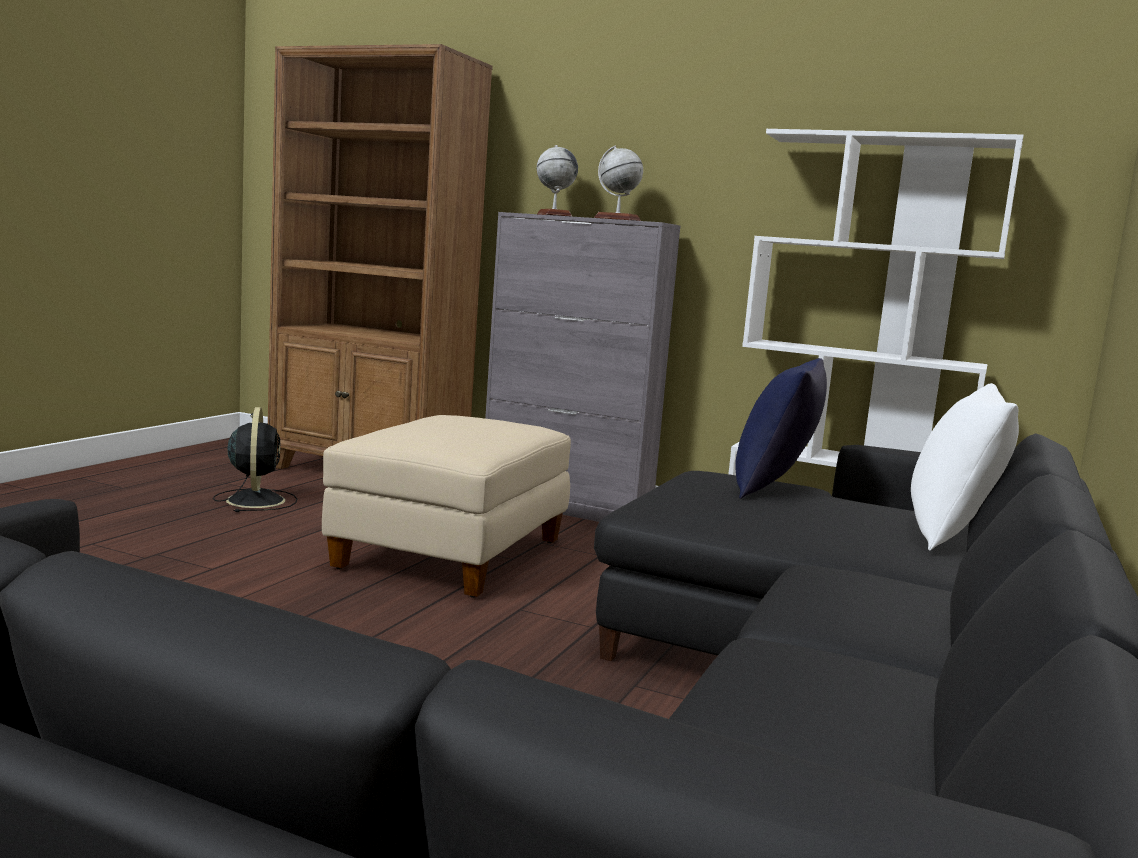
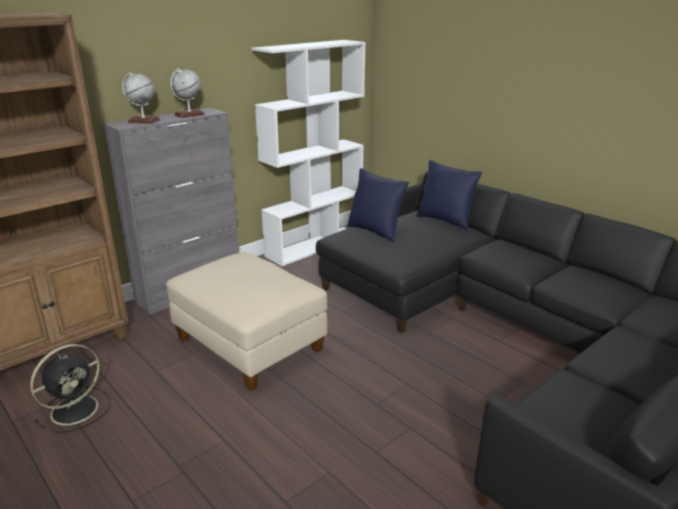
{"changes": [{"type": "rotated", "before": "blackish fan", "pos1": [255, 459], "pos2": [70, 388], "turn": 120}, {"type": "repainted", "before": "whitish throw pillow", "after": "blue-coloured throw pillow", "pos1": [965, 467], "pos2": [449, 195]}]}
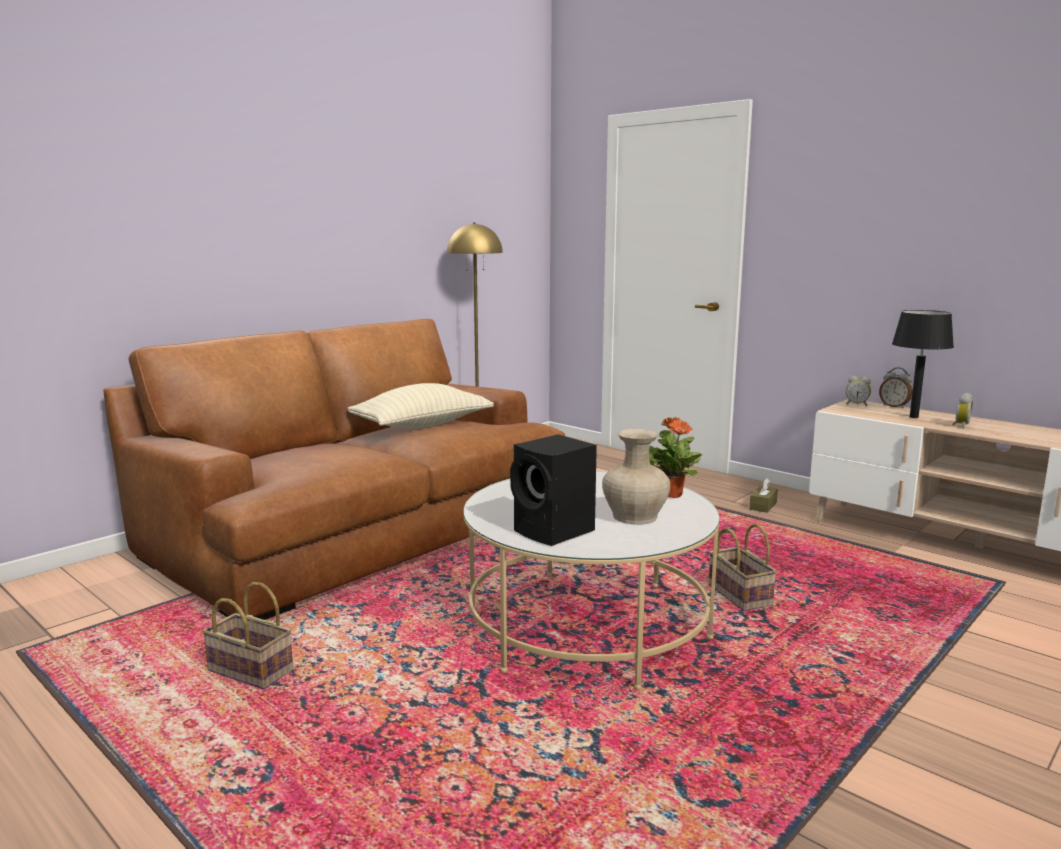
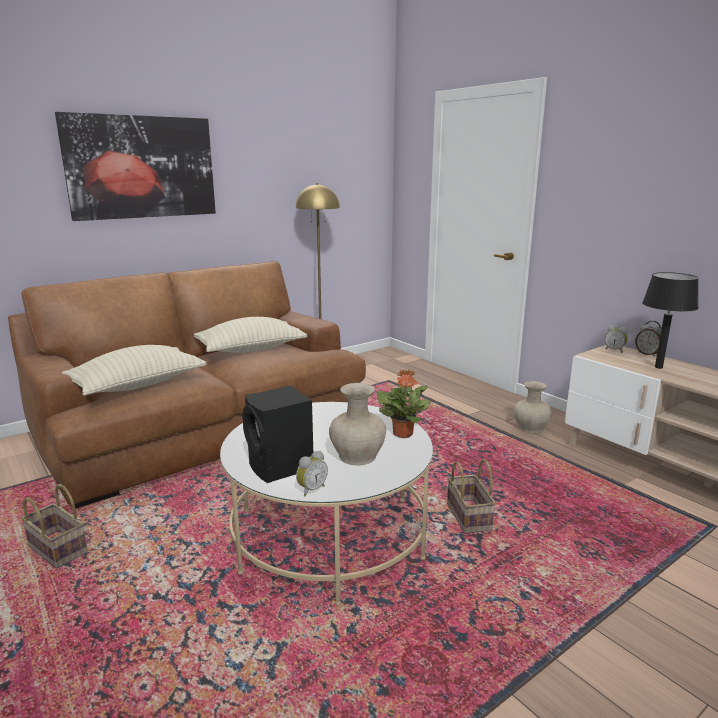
{"changes": [{"type": "new", "after": "wall picture", "pos2": [135, 166]}, {"type": "new", "after": "beige-coloured throw pillow", "pos2": [134, 370]}, {"type": "shifted", "before": "bedside clock", "pos1": [962, 411], "pos2": [312, 474]}, {"type": "swapped", "before": "brown-coloured tissue holder", "after": "beige-coloured vase", "pos1": [763, 496], "pos2": [533, 407]}]}
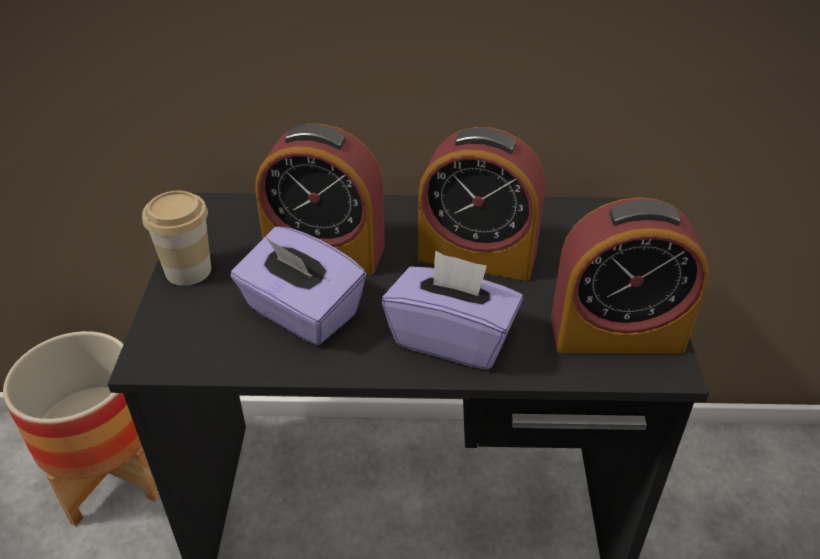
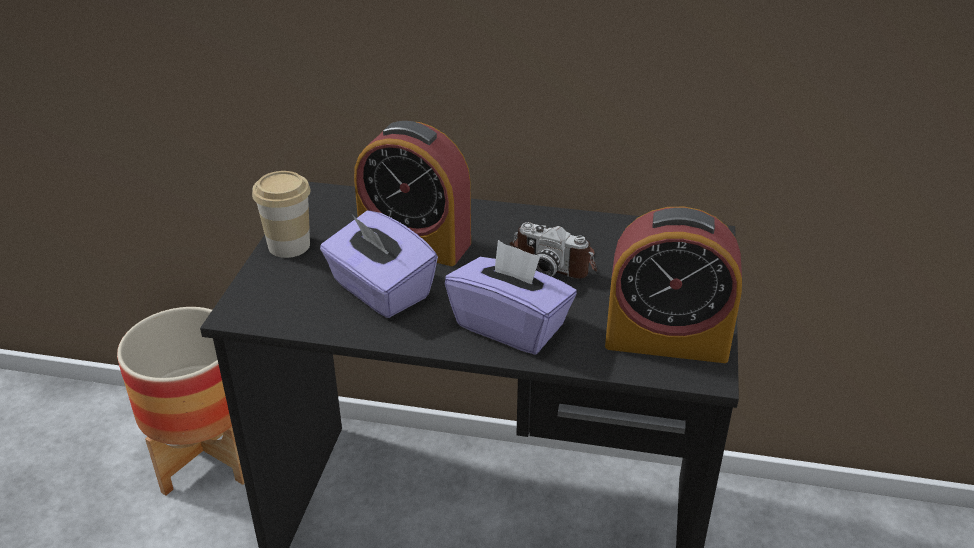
{"changes": [{"type": "swapped", "before": "bedside clock", "after": "still camera", "pos1": [481, 204], "pos2": [553, 250]}]}
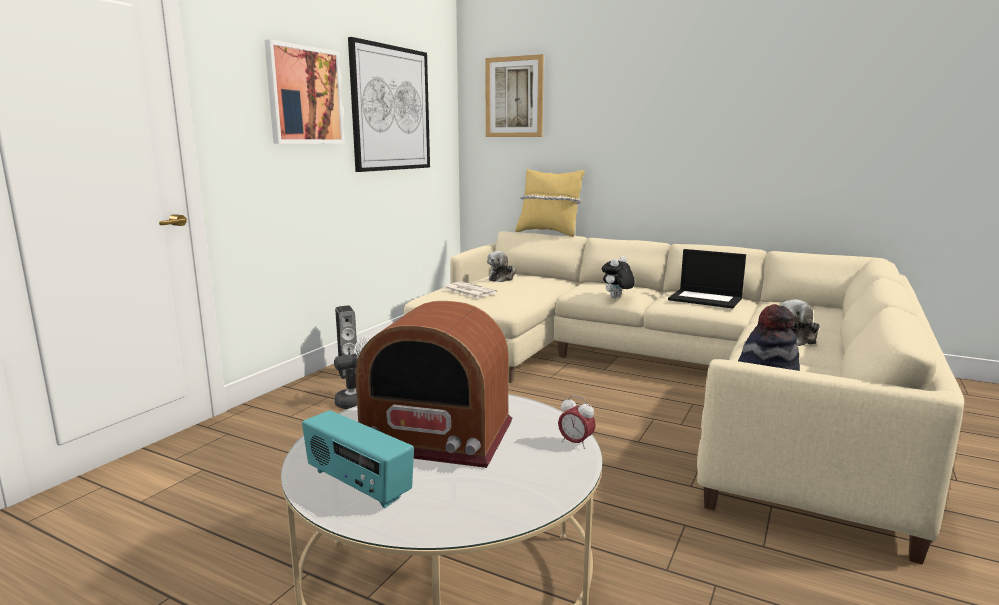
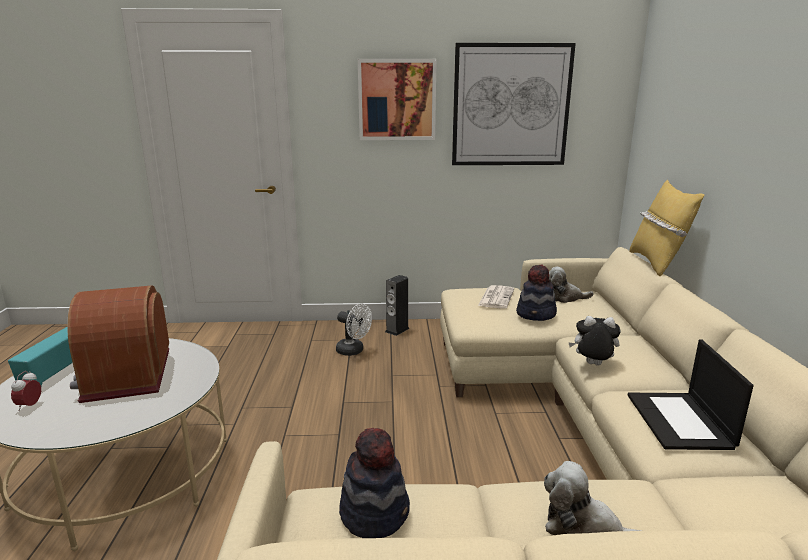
{"changes": [{"type": "shifted", "before": "bedside clock", "pos1": [577, 422], "pos2": [26, 391]}, {"type": "new", "after": "hat", "pos2": [536, 293]}, {"type": "gone", "before": "wall picture", "pos1": [514, 95]}]}
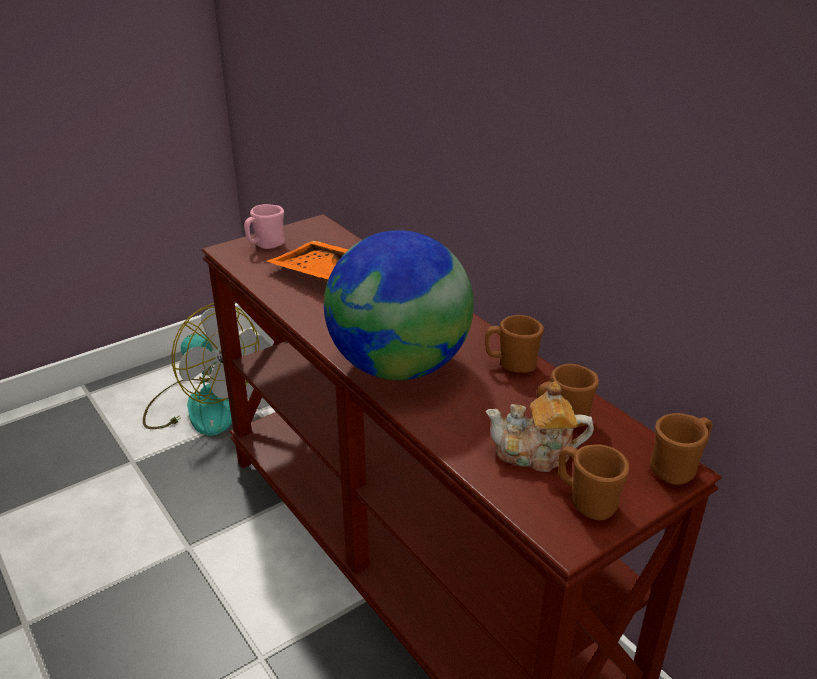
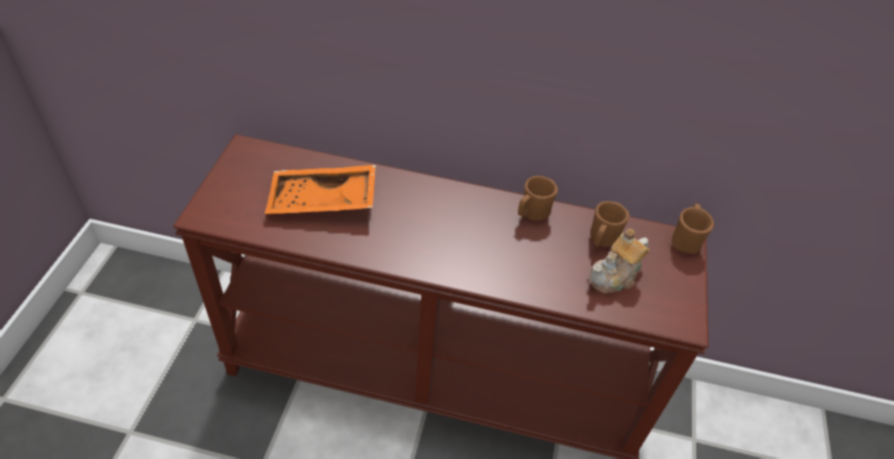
{"changes": [{"type": "gone", "before": "fan", "pos1": [201, 369]}, {"type": "gone", "before": "pink mug", "pos1": [264, 226]}, {"type": "gone", "before": "desk globe", "pos1": [399, 305]}, {"type": "gone", "before": "brown-coloured mug", "pos1": [593, 482]}]}
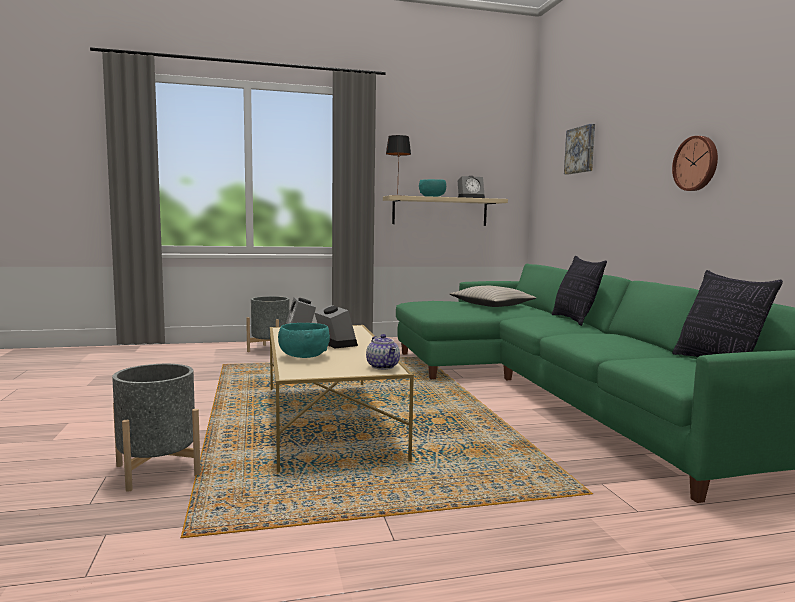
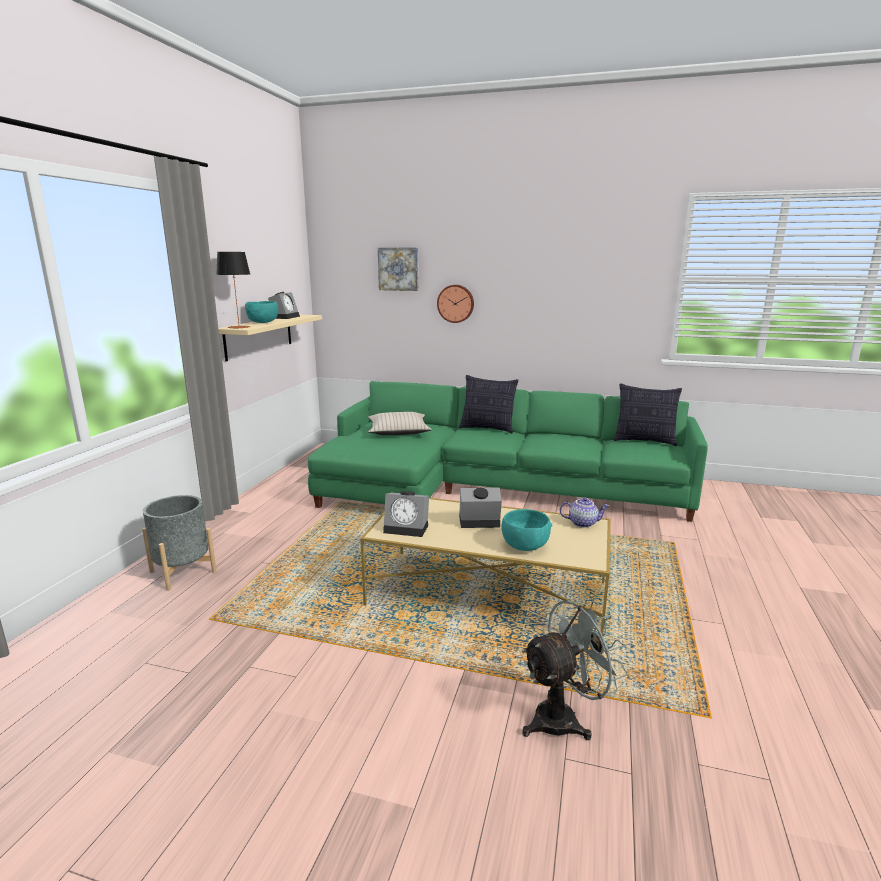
{"changes": [{"type": "shifted", "before": "hanging clock", "pos1": [695, 163], "pos2": [455, 304]}, {"type": "swapped", "before": "grey planter", "after": "grey fan", "pos1": [156, 428], "pos2": [575, 669]}]}
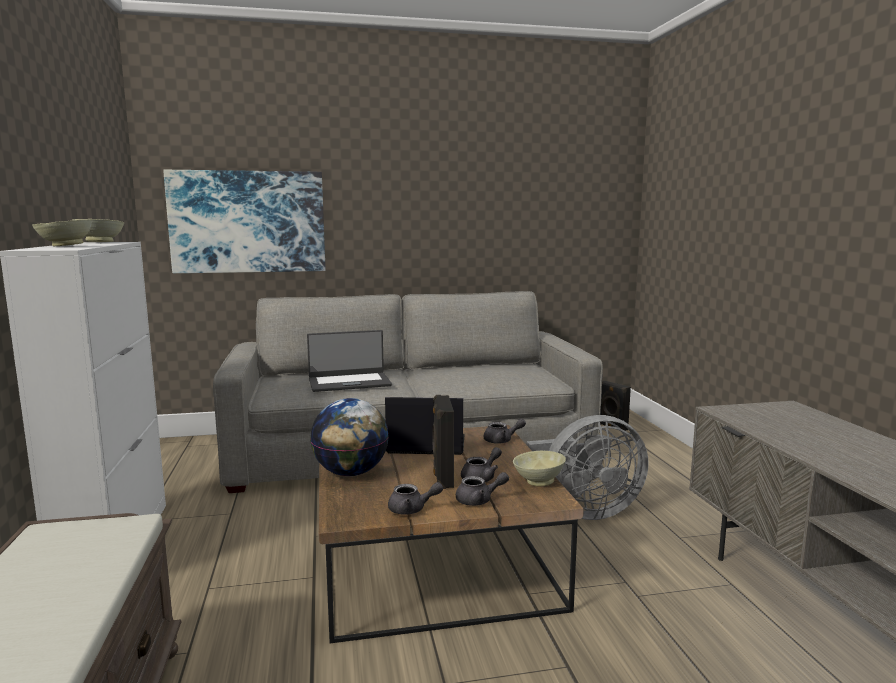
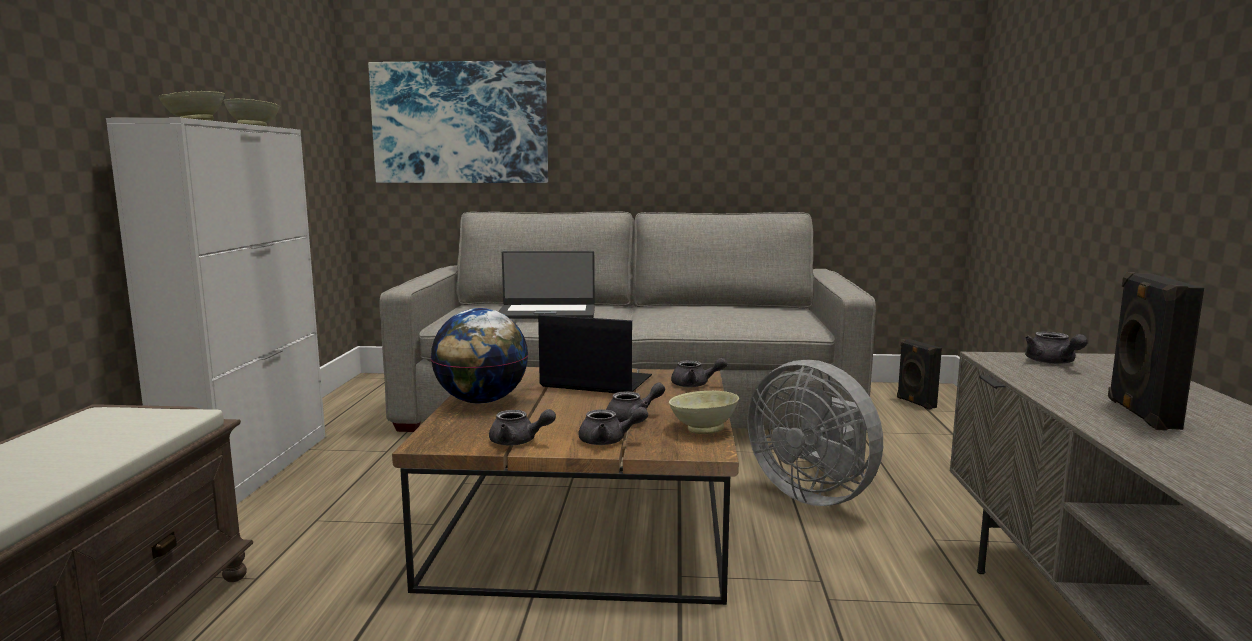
{"changes": [{"type": "rotated", "before": "grey fan", "pos1": [587, 467], "pos2": [815, 433], "turn": 45}, {"type": "new", "after": "grey teapot", "pos2": [1056, 347]}, {"type": "shifted", "before": "blackish speaker", "pos1": [443, 442], "pos2": [1156, 351]}]}
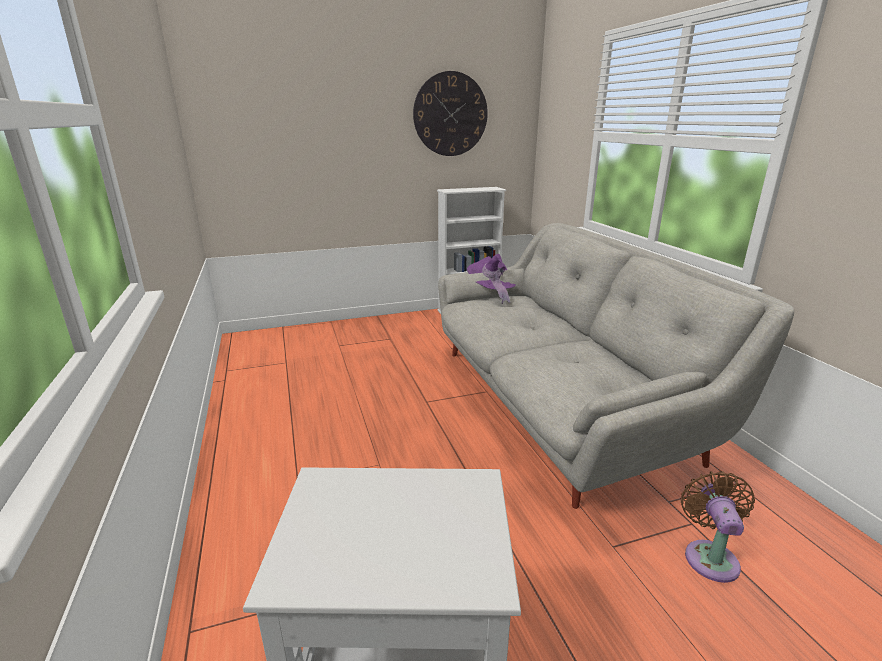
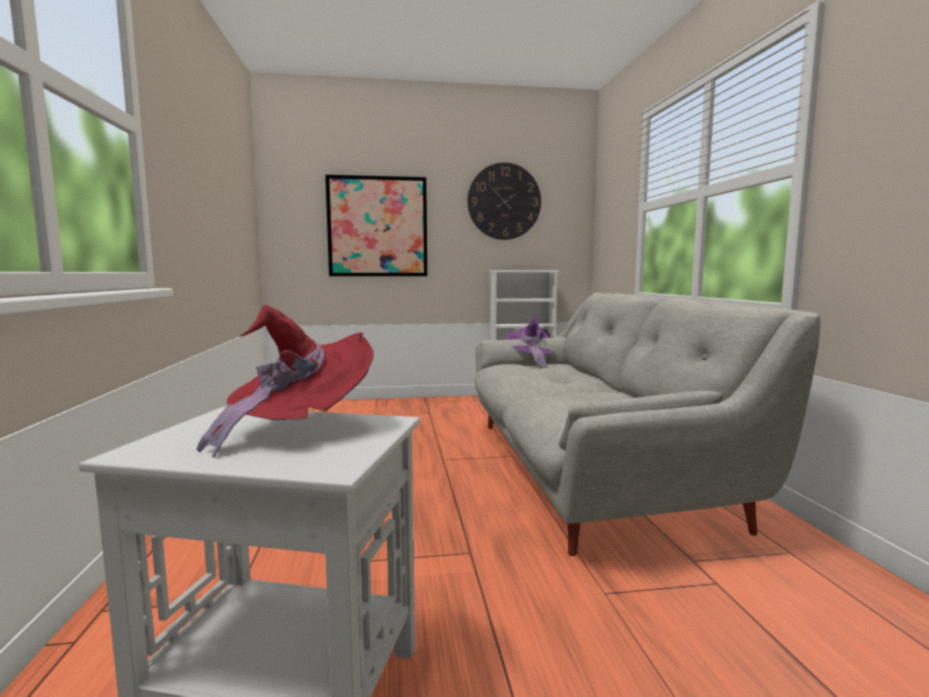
{"changes": [{"type": "new", "after": "red-coloured hat", "pos2": [285, 381]}, {"type": "new", "after": "wall picture", "pos2": [376, 225]}, {"type": "gone", "before": "brown-coloured fan", "pos1": [718, 527]}]}
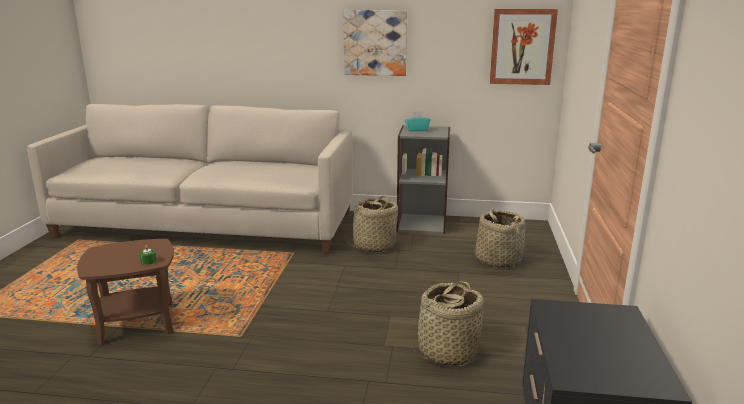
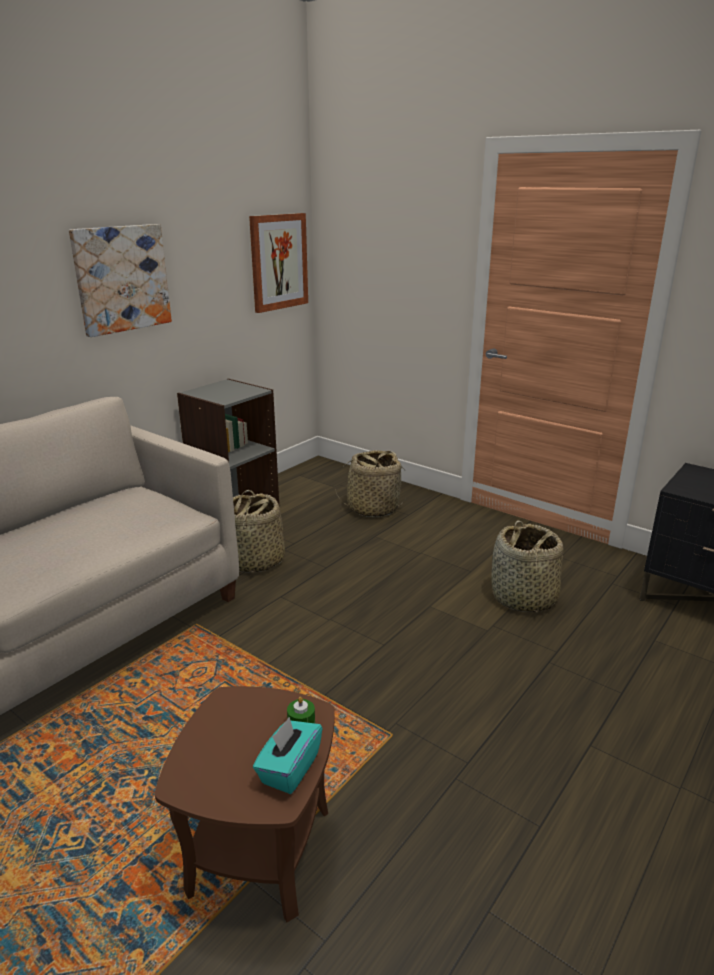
{"changes": [{"type": "shifted", "before": "turquoise-coloured tissue holder", "pos1": [417, 121], "pos2": [288, 755]}]}
